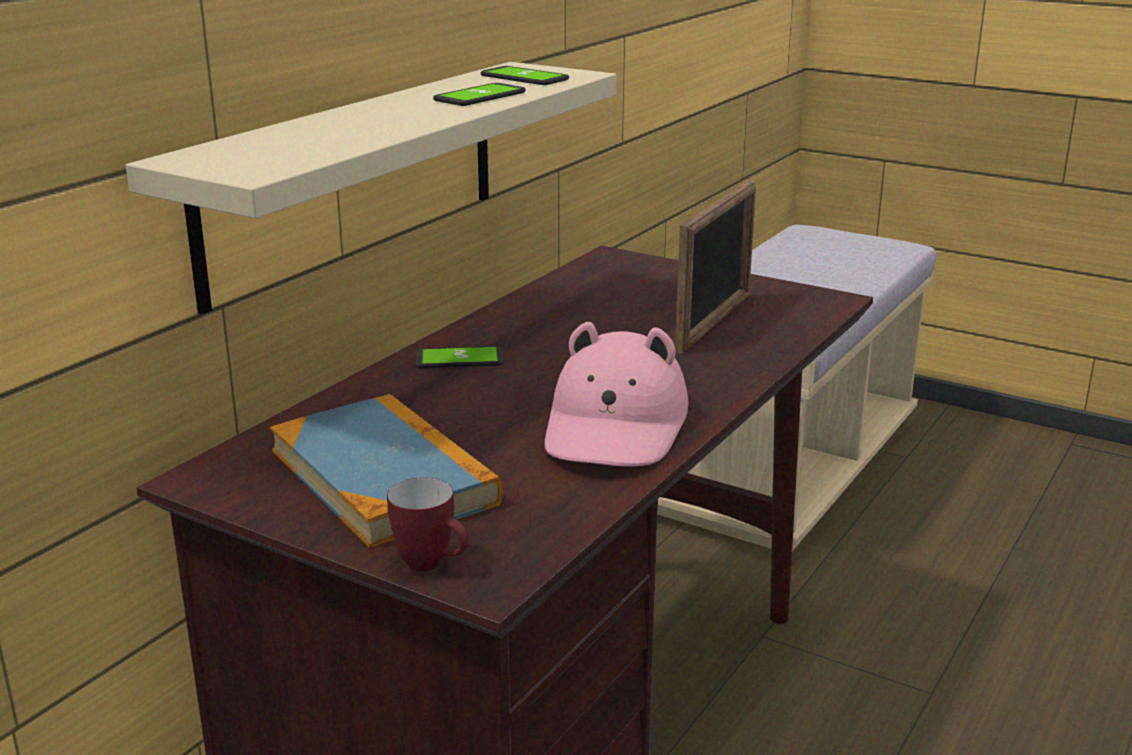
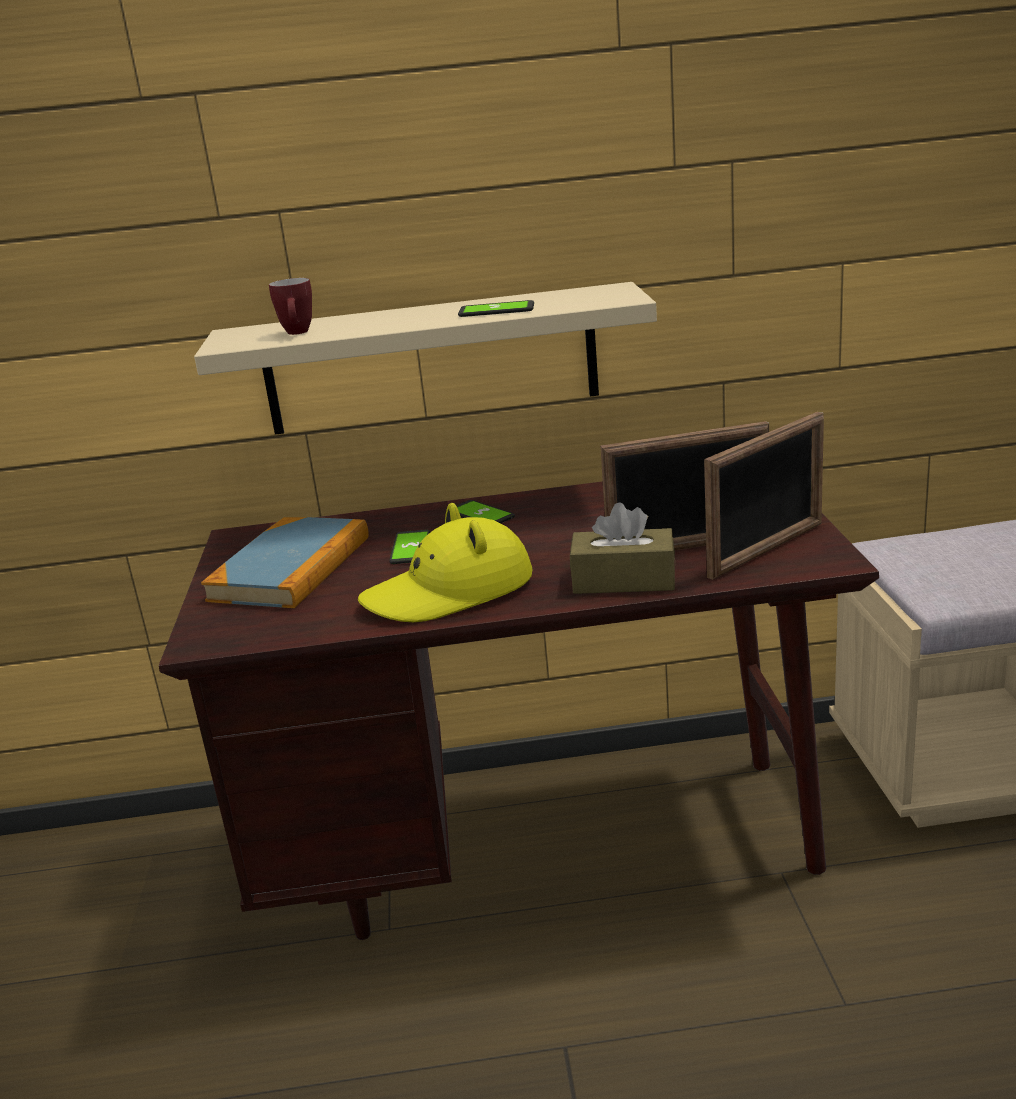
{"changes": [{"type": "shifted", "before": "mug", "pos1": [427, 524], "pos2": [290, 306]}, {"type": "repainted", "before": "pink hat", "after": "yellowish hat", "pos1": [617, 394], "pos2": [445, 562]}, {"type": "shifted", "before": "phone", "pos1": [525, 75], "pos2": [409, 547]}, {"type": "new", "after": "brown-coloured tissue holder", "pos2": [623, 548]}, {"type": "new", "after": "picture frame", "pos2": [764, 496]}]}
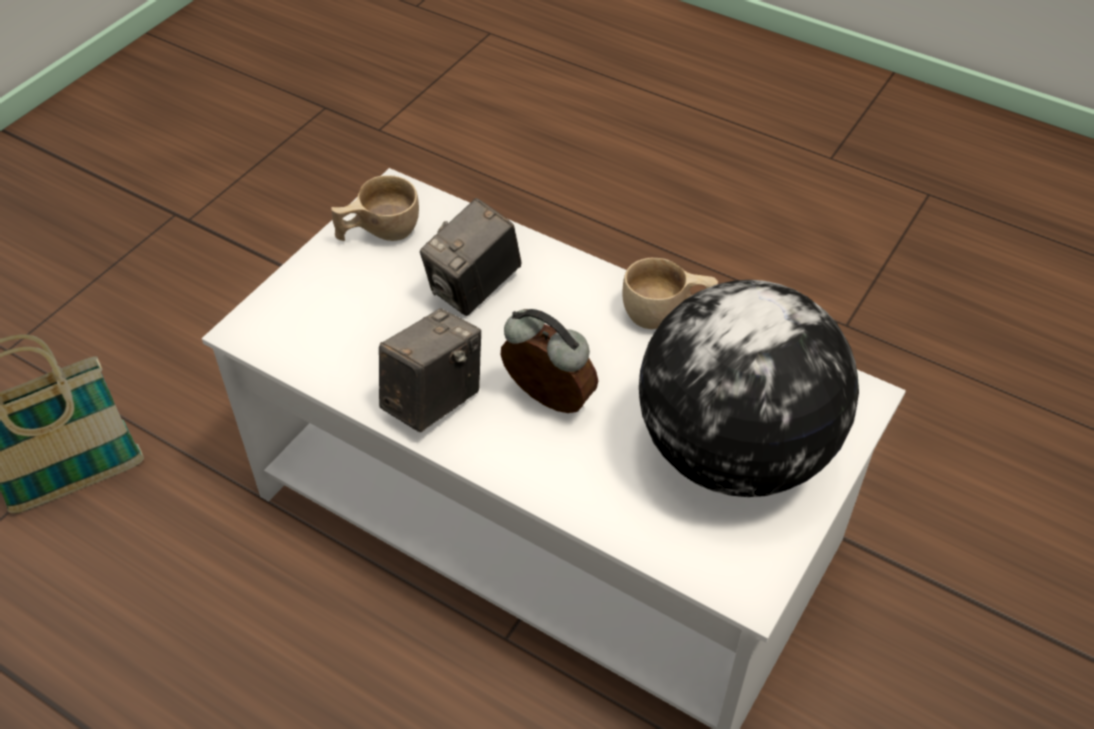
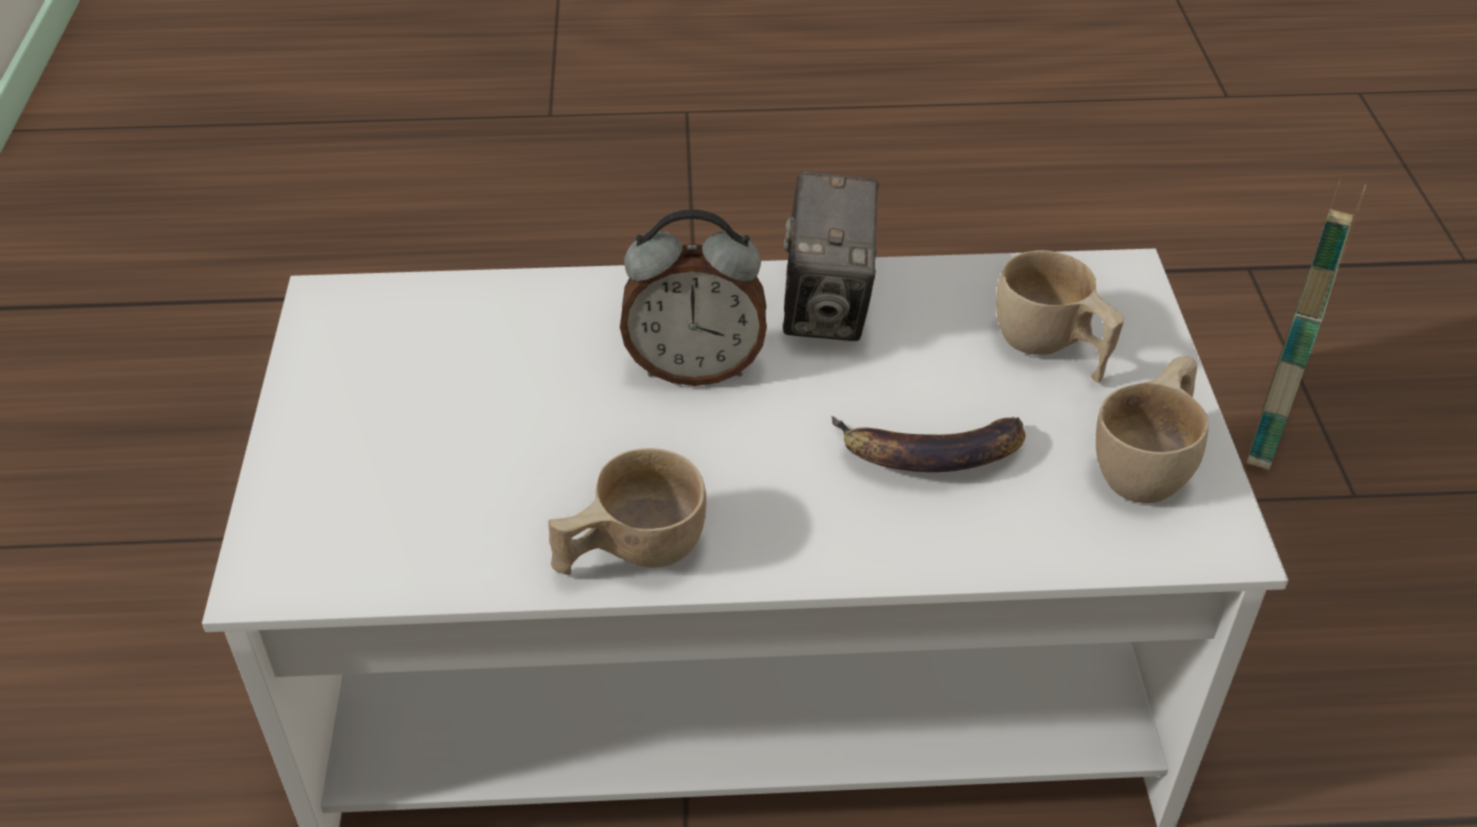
{"changes": [{"type": "swapped", "before": "still camera", "after": "banana fruit", "pos1": [471, 257], "pos2": [928, 444]}, {"type": "new", "after": "beige-coloured cup", "pos2": [1060, 316]}, {"type": "gone", "before": "desk globe", "pos1": [749, 388]}]}
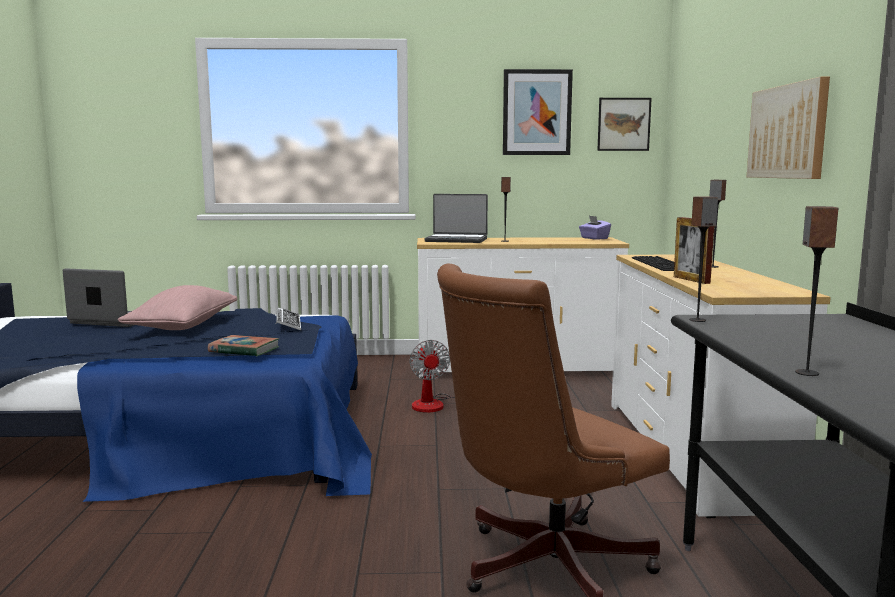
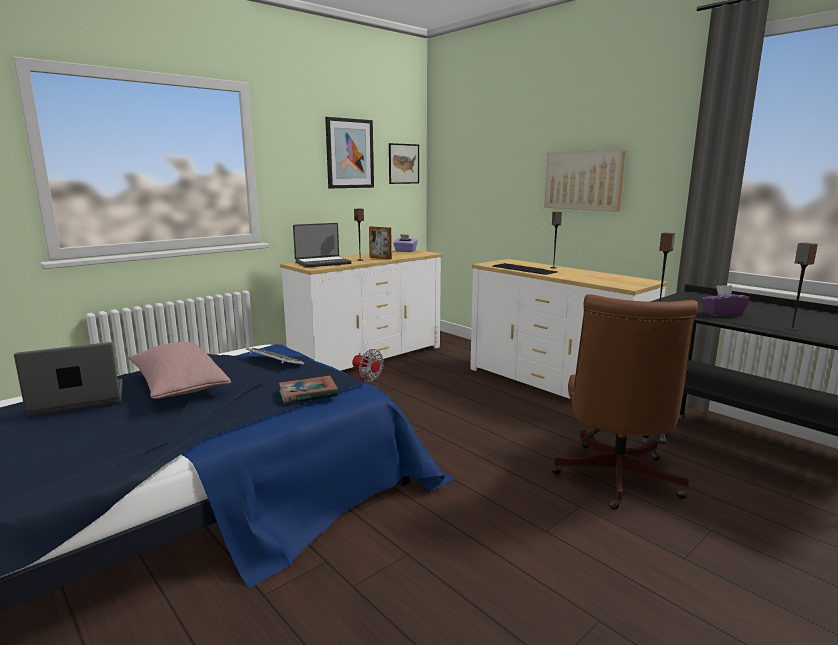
{"changes": [{"type": "shifted", "before": "picture frame", "pos1": [694, 250], "pos2": [380, 243]}, {"type": "new", "after": "purplish tissue holder", "pos2": [725, 301]}]}
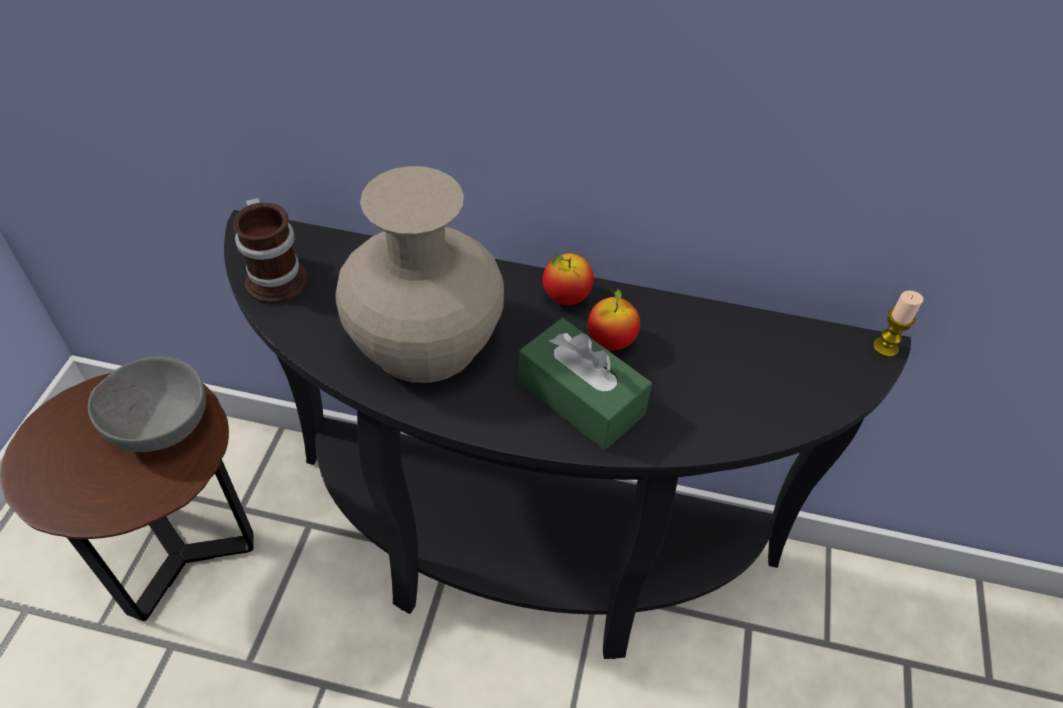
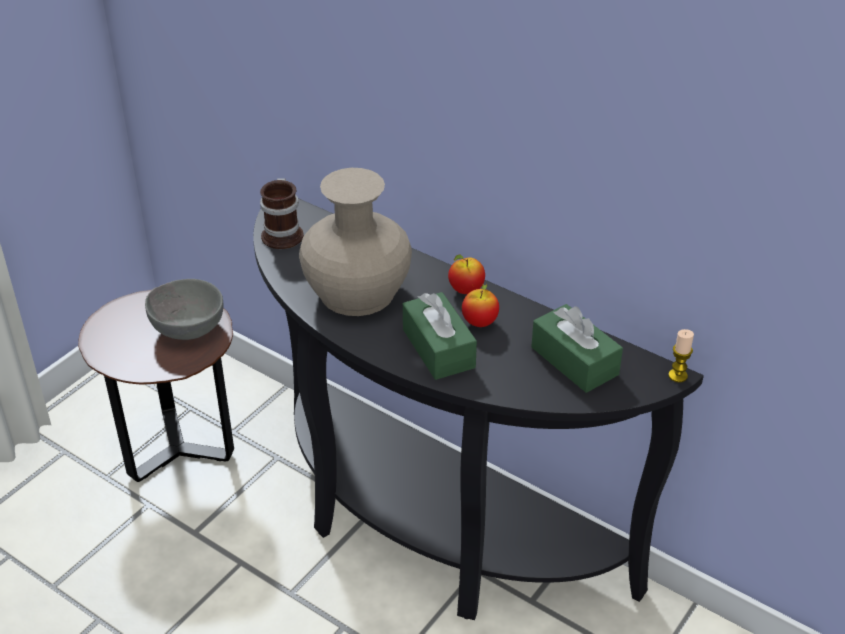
{"changes": [{"type": "new", "after": "green-coloured tissue holder", "pos2": [577, 348]}]}
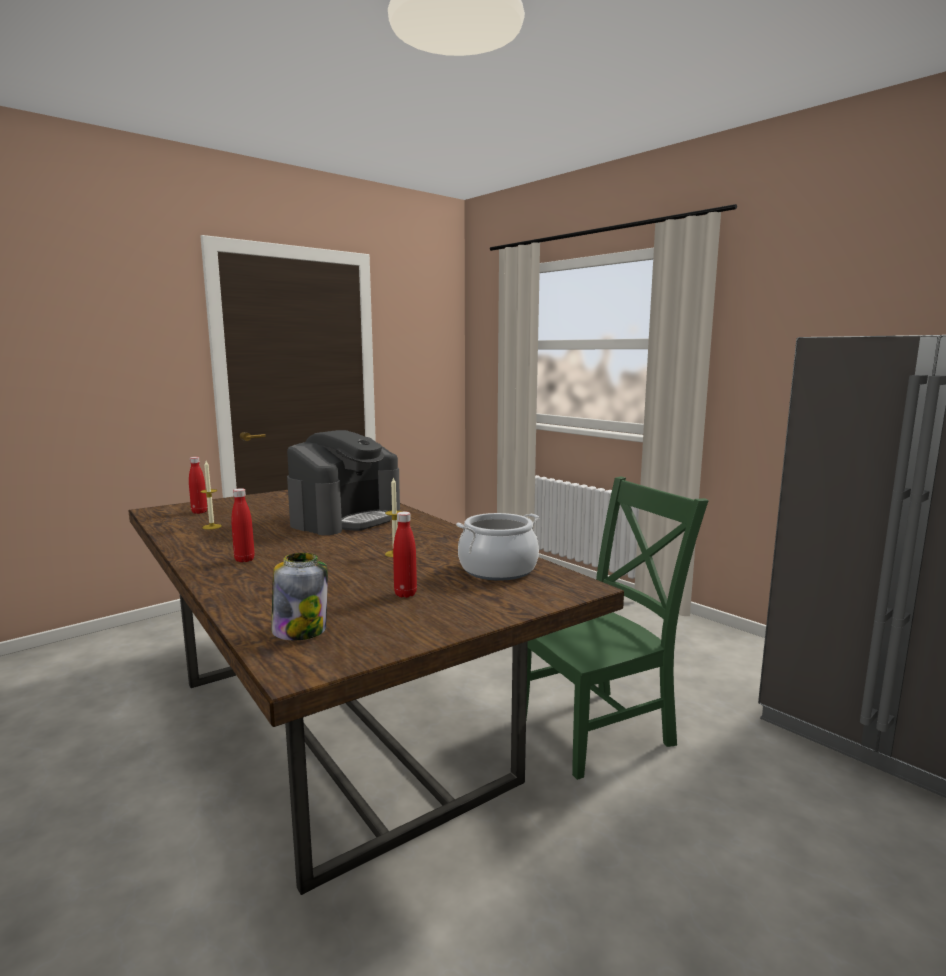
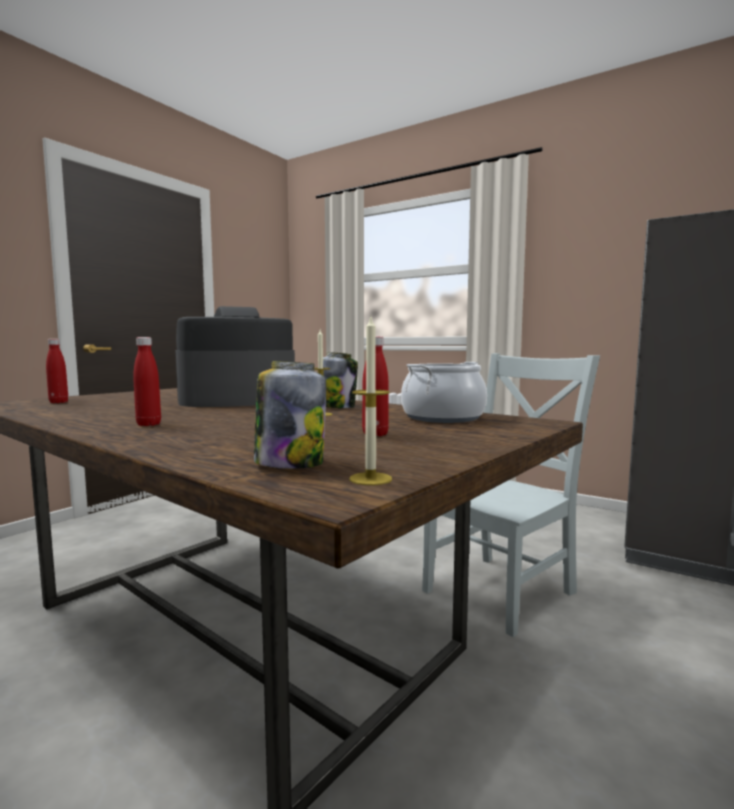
{"changes": [{"type": "rotated", "before": "coffee maker", "pos1": [343, 482], "pos2": [235, 356], "turn": -135}, {"type": "new", "after": "preserve jar", "pos2": [340, 380]}, {"type": "shifted", "before": "wax candle", "pos1": [211, 495], "pos2": [370, 401]}, {"type": "repainted", "before": "green-coloured chair", "after": "grey chair", "pos1": [617, 628], "pos2": [511, 495]}]}
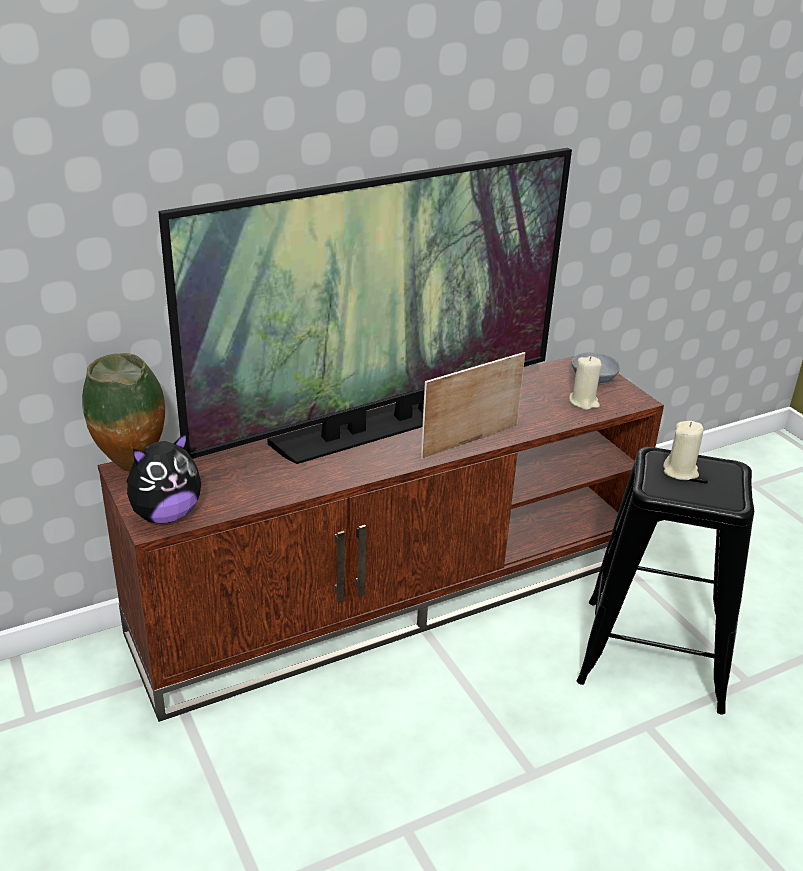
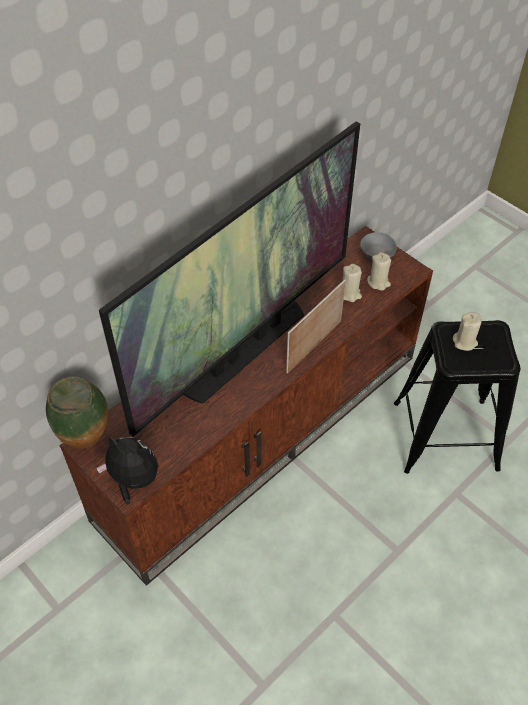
{"changes": [{"type": "rotated", "before": "plush toy", "pos1": [164, 478], "pos2": [127, 470], "turn": -105}, {"type": "new", "after": "beige-coloured wax candle", "pos2": [352, 283]}]}
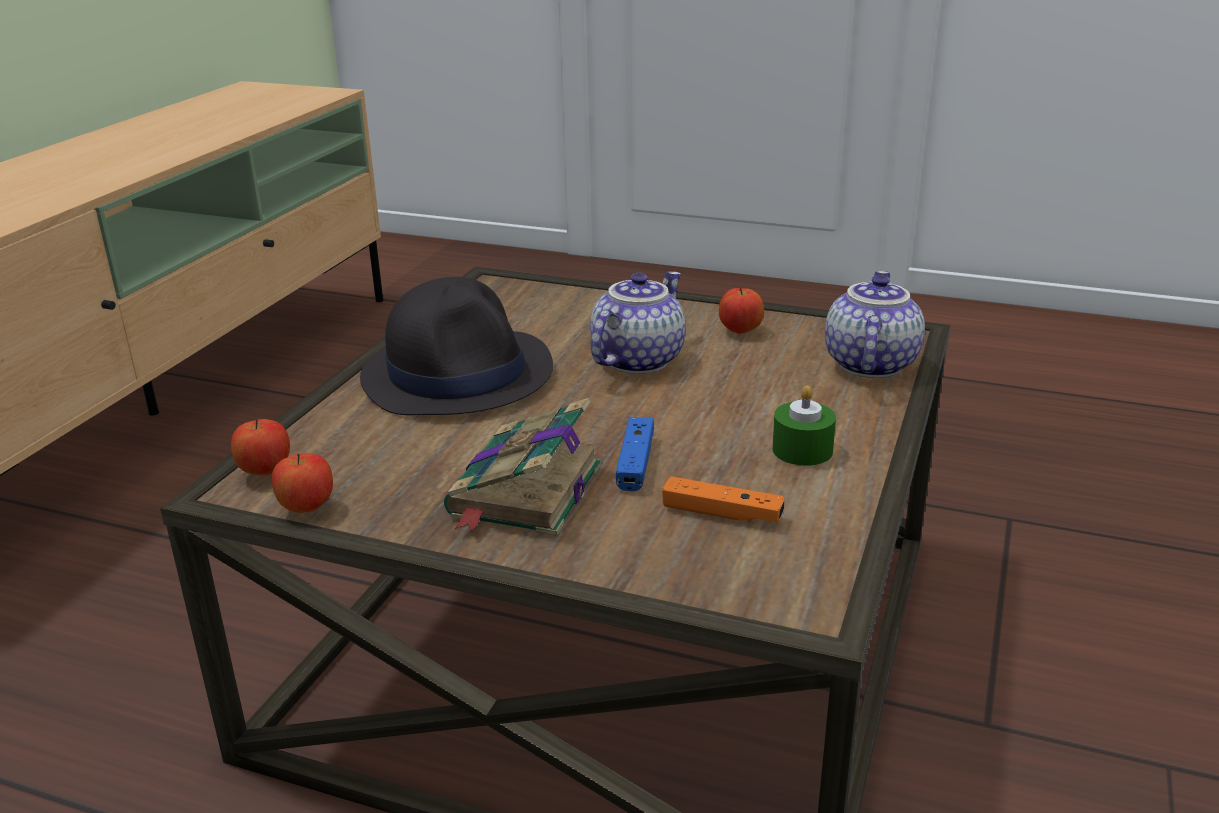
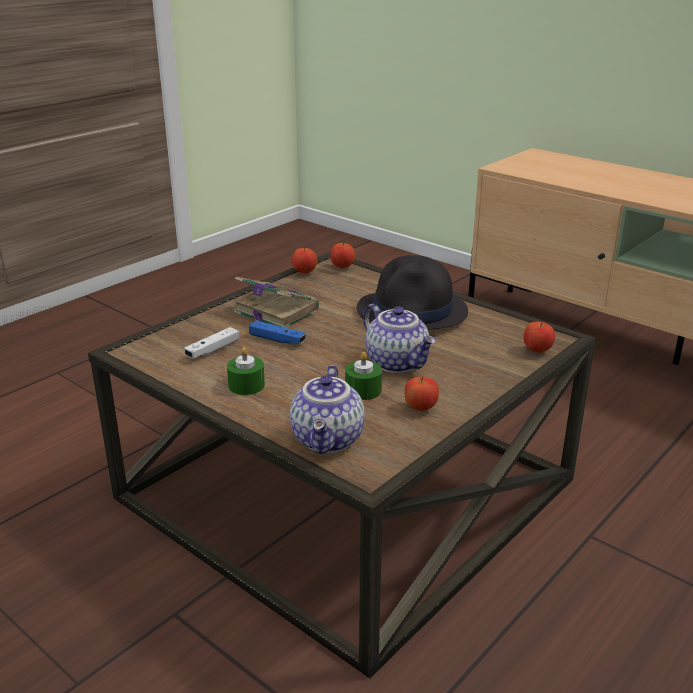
{"changes": [{"type": "repainted", "before": "orangey game controller", "after": "whitish game controller", "pos1": [723, 499], "pos2": [211, 343]}, {"type": "rotated", "before": "teapot", "pos1": [875, 324], "pos2": [327, 409], "turn": 60}, {"type": "new", "after": "green-coloured wax candle", "pos2": [363, 376]}, {"type": "new", "after": "apple", "pos2": [539, 337]}]}
